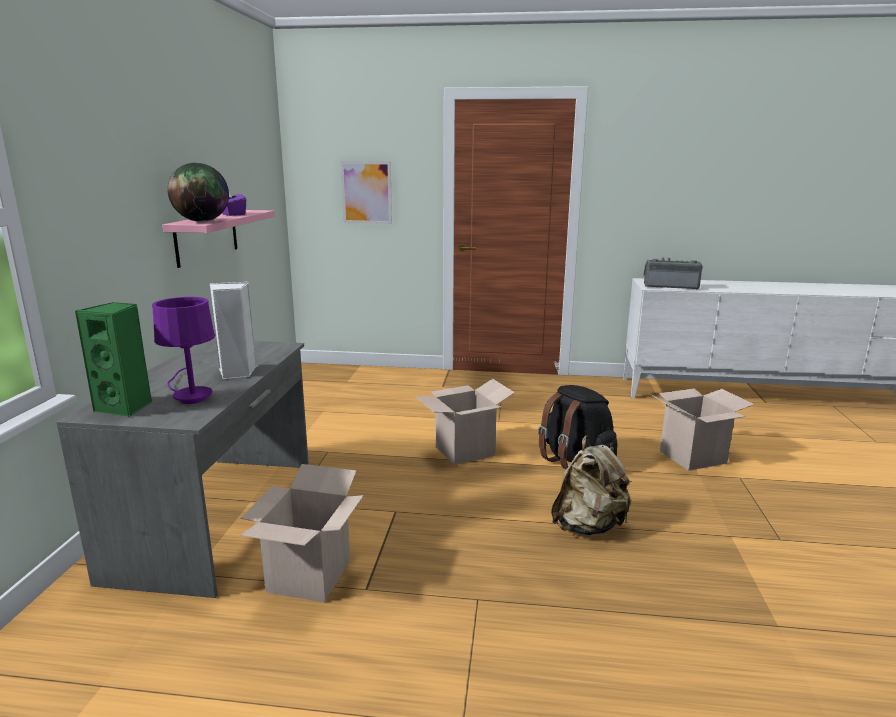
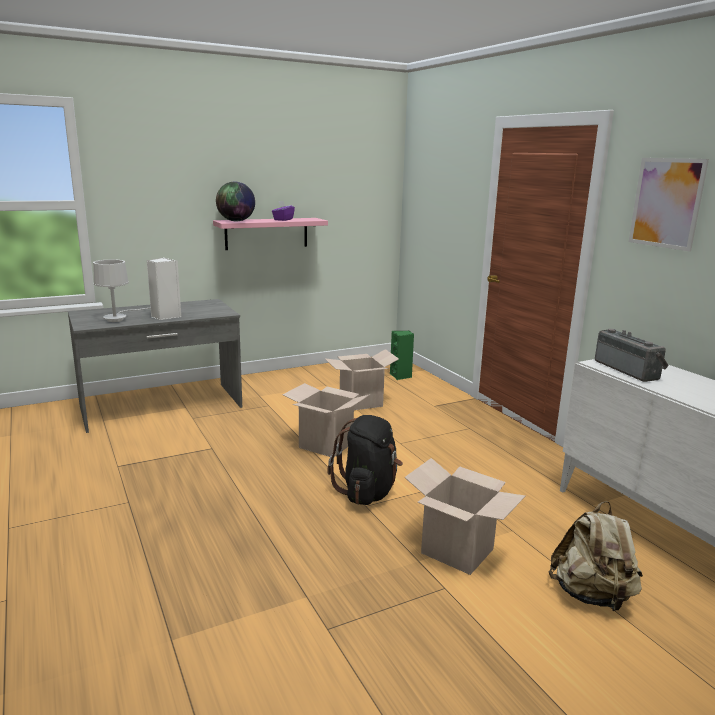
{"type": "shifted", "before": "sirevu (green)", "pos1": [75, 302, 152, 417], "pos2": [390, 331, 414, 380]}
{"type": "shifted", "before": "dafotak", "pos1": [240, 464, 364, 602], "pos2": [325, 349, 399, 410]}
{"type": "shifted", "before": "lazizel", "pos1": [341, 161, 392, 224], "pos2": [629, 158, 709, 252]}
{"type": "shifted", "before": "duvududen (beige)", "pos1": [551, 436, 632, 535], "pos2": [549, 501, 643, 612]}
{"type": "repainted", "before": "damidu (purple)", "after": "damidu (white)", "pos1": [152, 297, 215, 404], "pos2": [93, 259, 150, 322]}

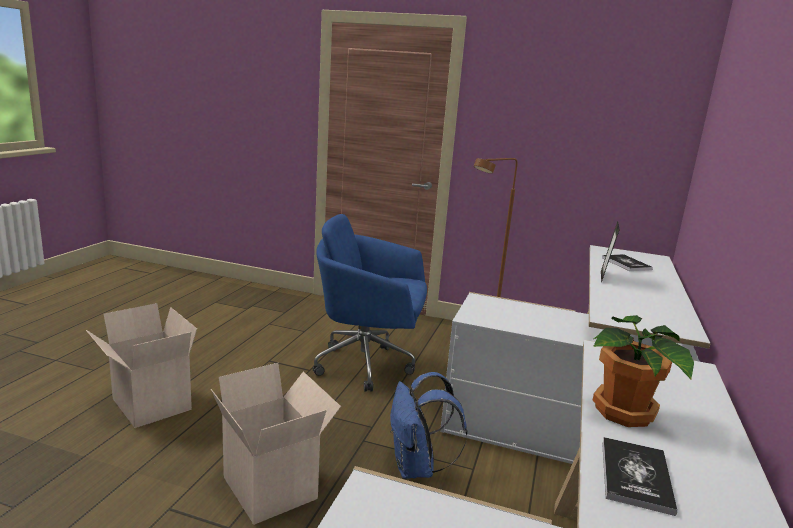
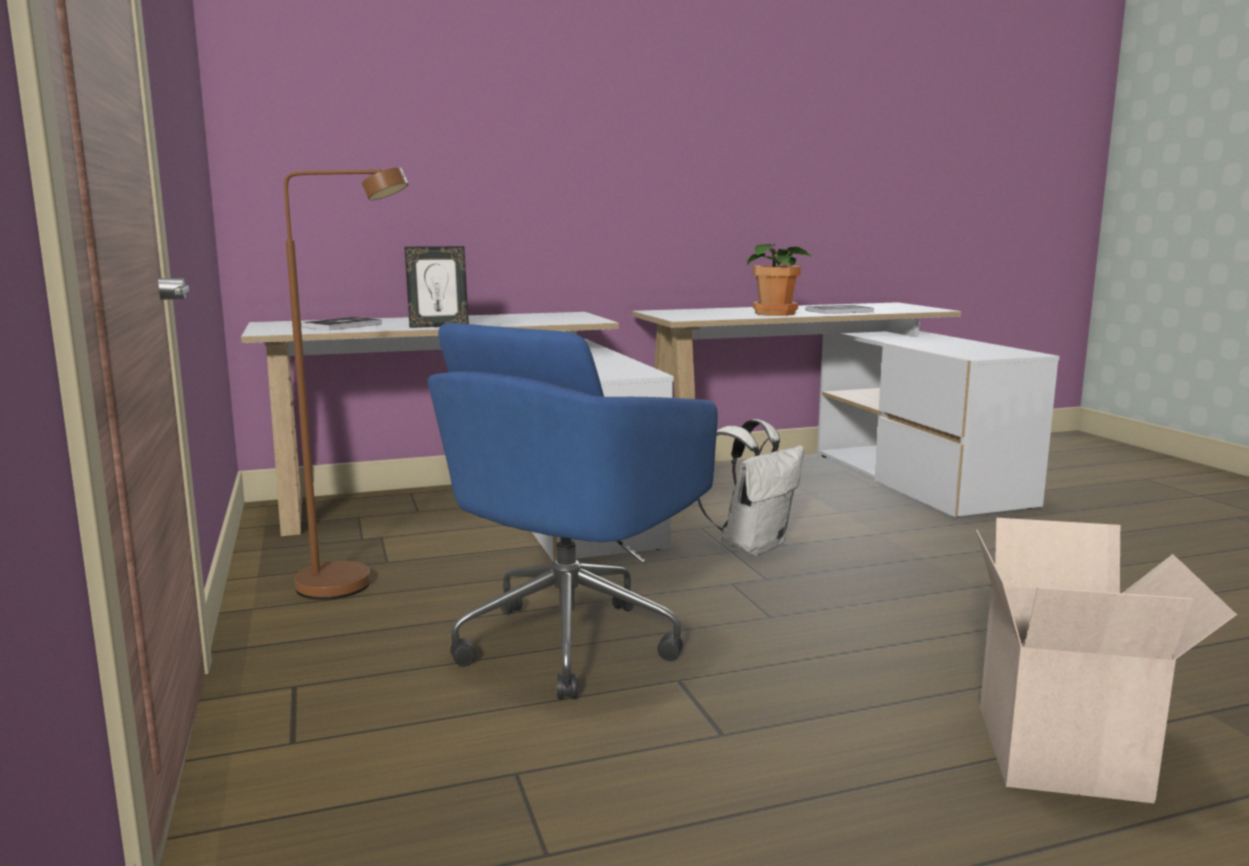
{"type": "gone", "before": "dafotak", "pos1": [211, 363, 341, 525]}
{"type": "repainted", "before": "duvududen (blue)", "after": "duvududen (white)", "pos1": [390, 372, 467, 479], "pos2": [698, 419, 804, 556]}
{"type": "rotated", "before": "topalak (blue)", "pos1": [313, 214, 427, 392], "pos2": [428, 323, 718, 699], "turn": 60}

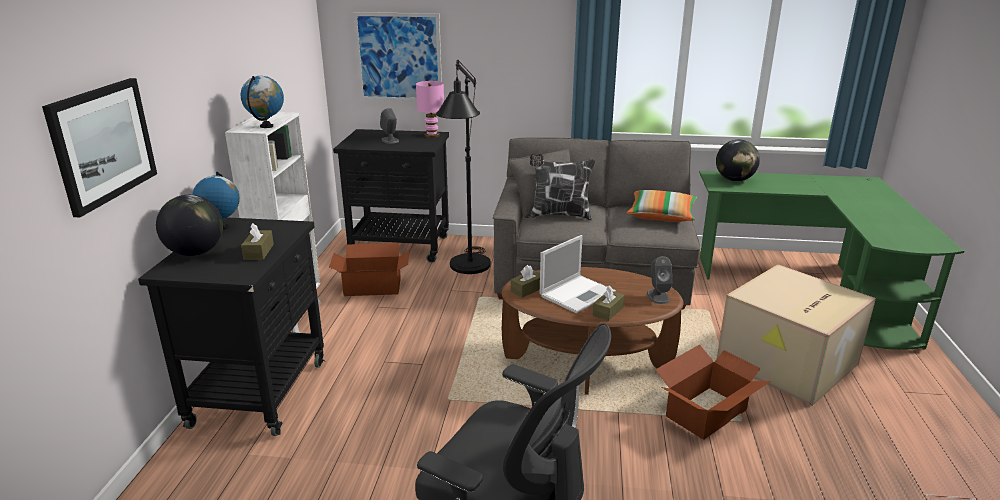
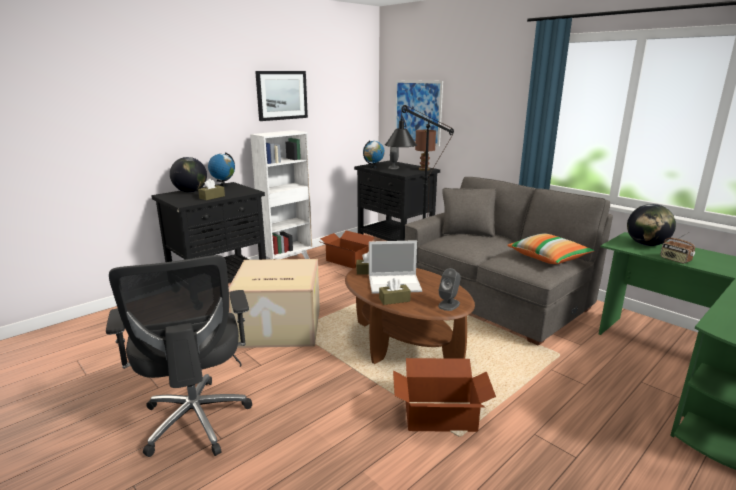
{"type": "gone", "before": "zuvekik", "pos1": [530, 153, 595, 220]}
{"type": "new", "after": "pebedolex", "pos2": [660, 232, 695, 264]}
{"type": "shifted", "before": "lazizel", "pos1": [42, 78, 157, 218], "pos2": [255, 71, 308, 121]}
{"type": "shifted", "before": "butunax", "pos1": [241, 76, 284, 128], "pos2": [363, 140, 385, 169]}
{"type": "shifted", "before": "dafotak", "pos1": [717, 264, 876, 406], "pos2": [229, 259, 320, 348]}
{"type": "repainted", "before": "damidu (pink)", "after": "damidu (brown)", "pos1": [416, 81, 444, 138], "pos2": [415, 130, 436, 171]}

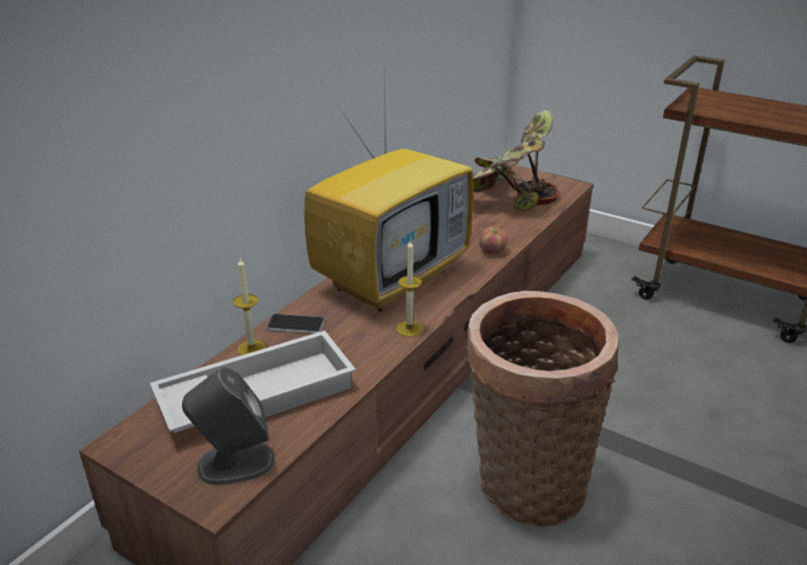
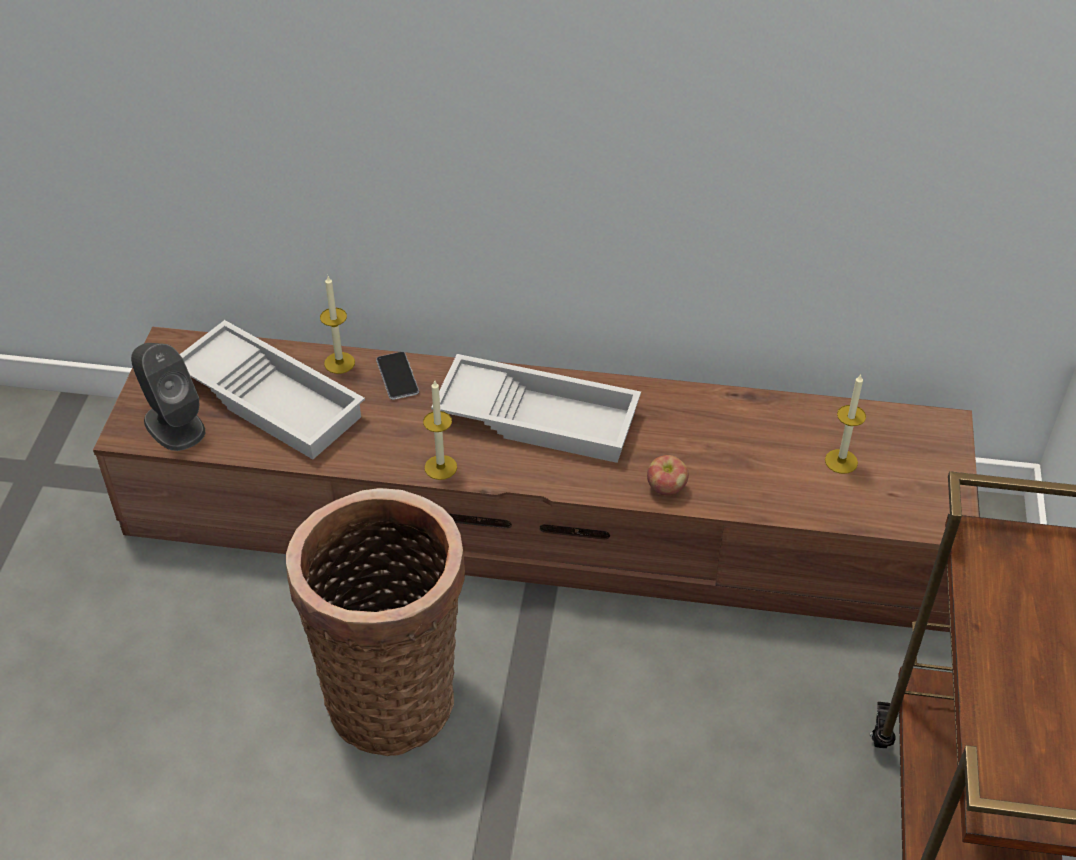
{"type": "swapped", "before": "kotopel", "after": "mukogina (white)", "pos1": [304, 106, 473, 311], "pos2": [431, 354, 641, 463]}
{"type": "swapped", "before": "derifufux", "after": "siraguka", "pos1": [473, 110, 559, 211], "pos2": [825, 374, 866, 474]}

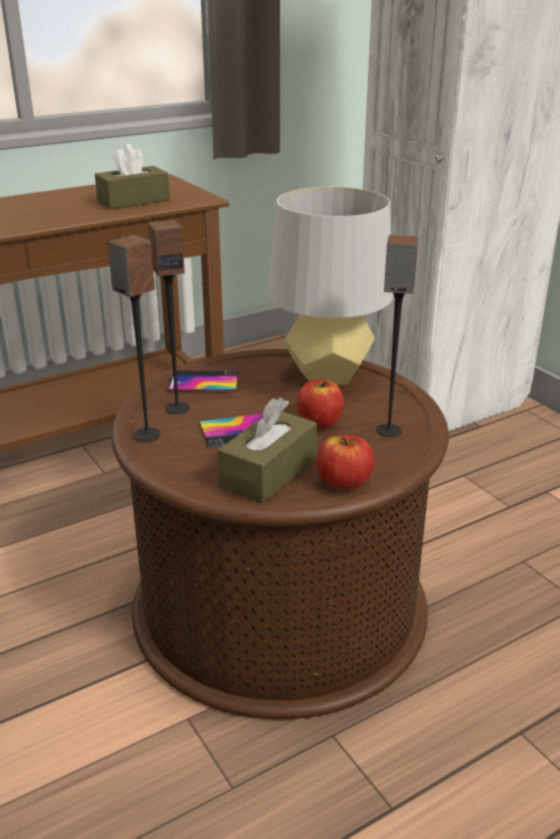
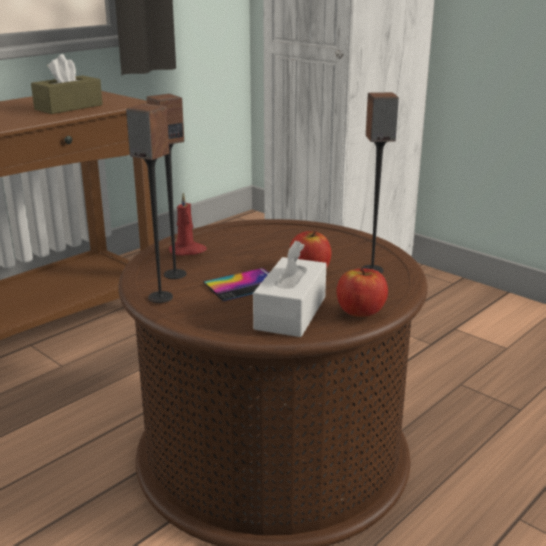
{"type": "gone", "before": "damidu (grey)", "pos1": [268, 187, 393, 385]}
{"type": "swapped", "before": "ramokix", "after": "siraguka (red)", "pos1": [168, 370, 239, 391], "pos2": [169, 192, 207, 256]}
{"type": "repainted", "before": "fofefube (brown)", "after": "fofefube (white)", "pos1": [218, 397, 317, 504], "pos2": [253, 241, 326, 337]}

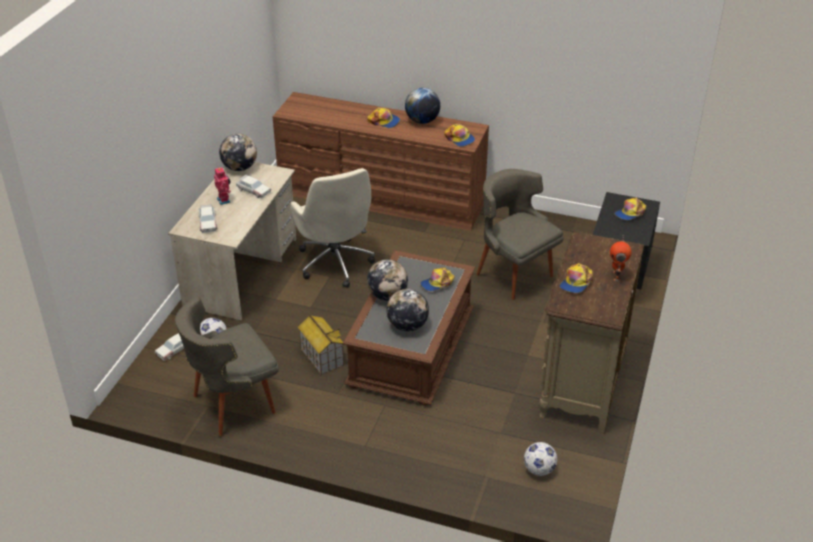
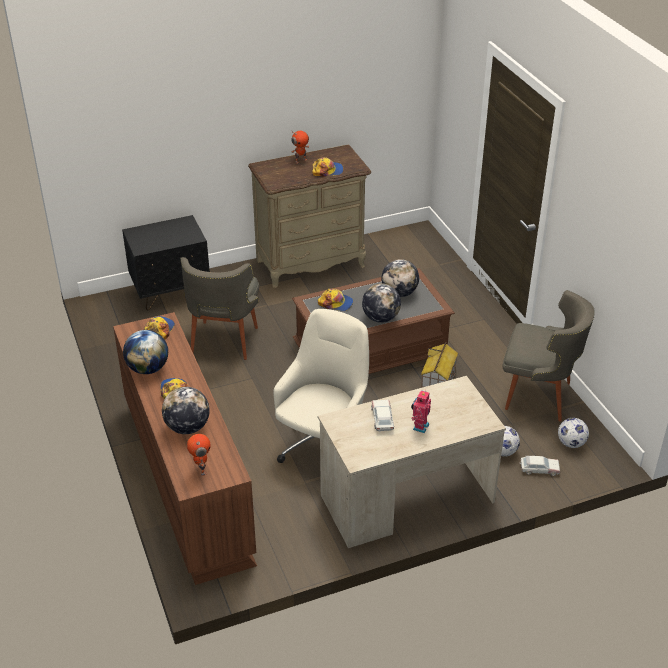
{"type": "gone", "before": "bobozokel", "pos1": [199, 204, 217, 233]}
{"type": "gone", "before": "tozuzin", "pos1": [614, 198, 646, 220]}
{"type": "new", "after": "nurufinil", "pos2": [187, 434, 211, 476]}
{"type": "shifted", "before": "butunax", "pos1": [219, 134, 257, 171], "pos2": [162, 387, 210, 434]}
{"type": "shifted", "before": "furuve", "pos1": [524, 442, 557, 476], "pos2": [558, 418, 589, 448]}

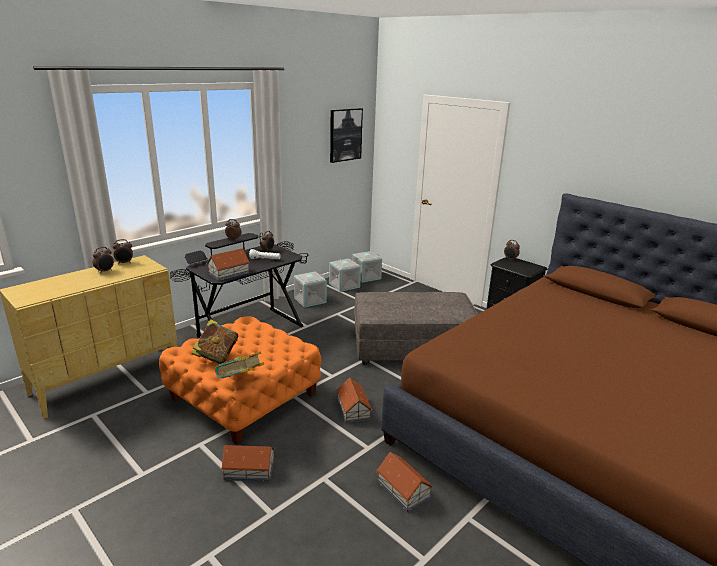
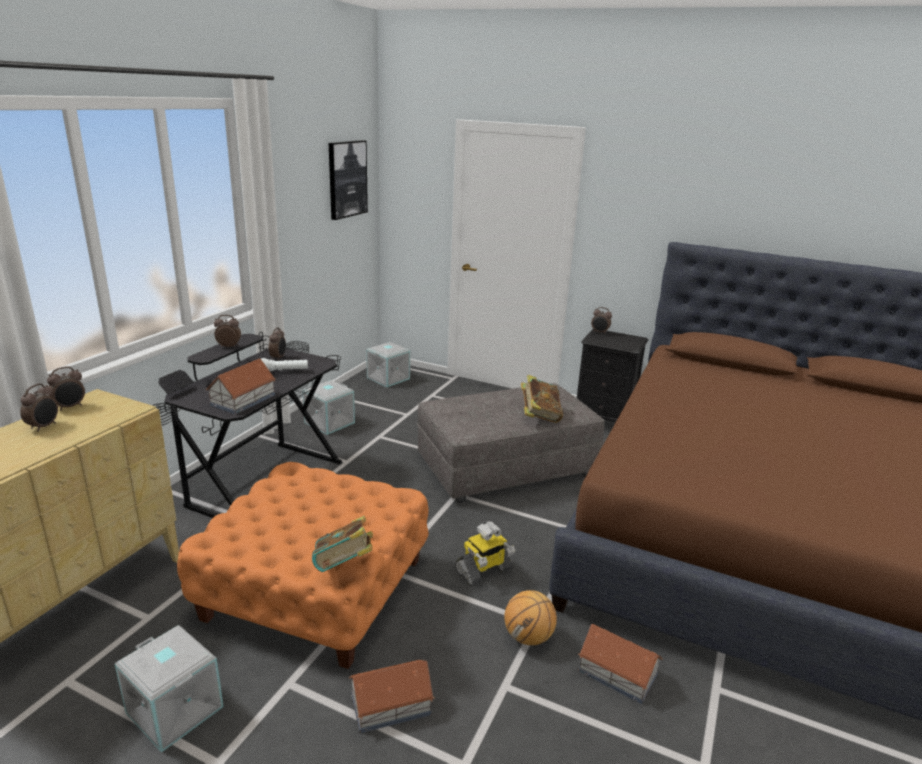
{"type": "new", "after": "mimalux", "pos2": [504, 590, 557, 645]}
{"type": "shifted", "before": "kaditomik", "pos1": [192, 319, 238, 364], "pos2": [521, 375, 563, 423]}
{"type": "shifted", "before": "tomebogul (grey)", "pos1": [329, 258, 361, 292], "pos2": [115, 625, 223, 752]}
{"type": "swapped", "before": "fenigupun", "after": "nurufinil", "pos1": [336, 377, 372, 423], "pos2": [455, 521, 516, 586]}

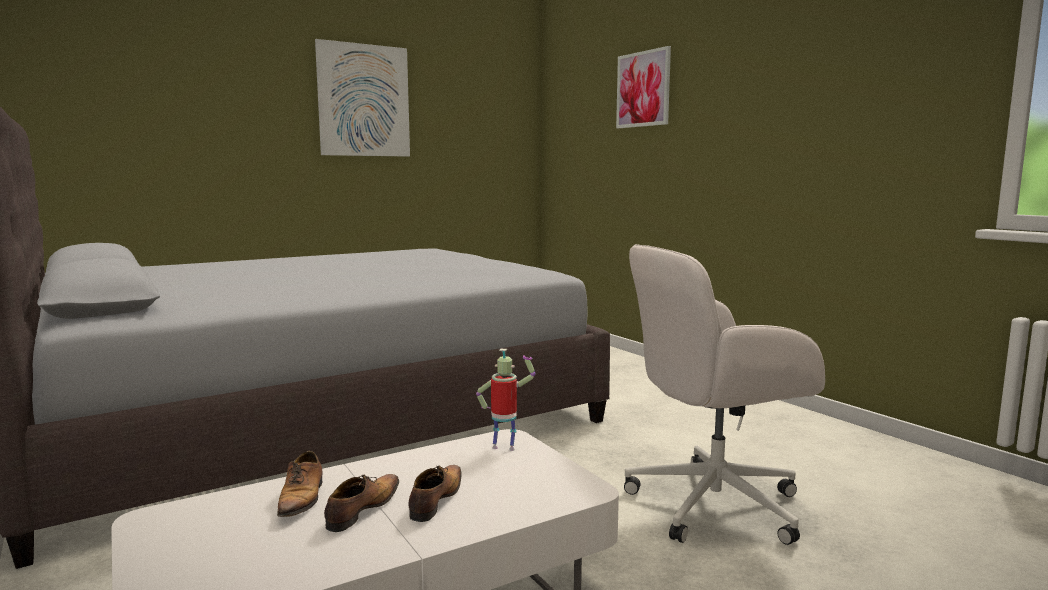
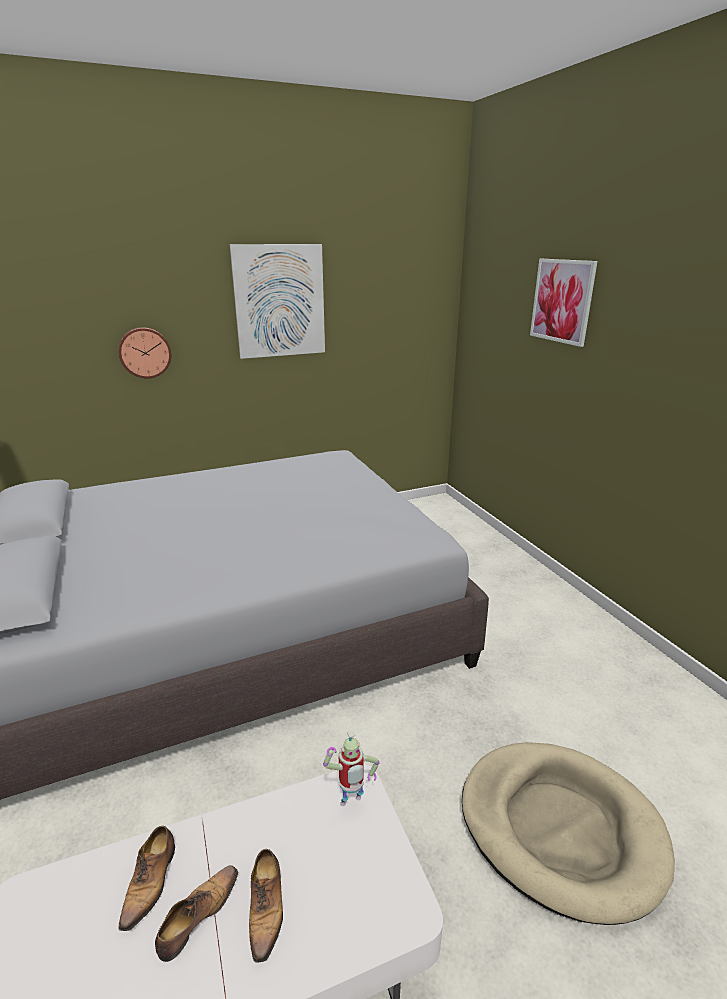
{"type": "new", "after": "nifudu", "pos2": [118, 327, 171, 379]}
{"type": "swapped", "before": "topalak (white)", "after": "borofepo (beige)", "pos1": [624, 244, 825, 545], "pos2": [462, 742, 675, 925]}
{"type": "rotated", "before": "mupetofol", "pos1": [409, 465, 462, 522], "pos2": [249, 849, 283, 963], "turn": 150}
{"type": "rotated", "before": "nurufinil", "pos1": [476, 349, 535, 451], "pos2": [323, 731, 380, 806], "turn": 135}

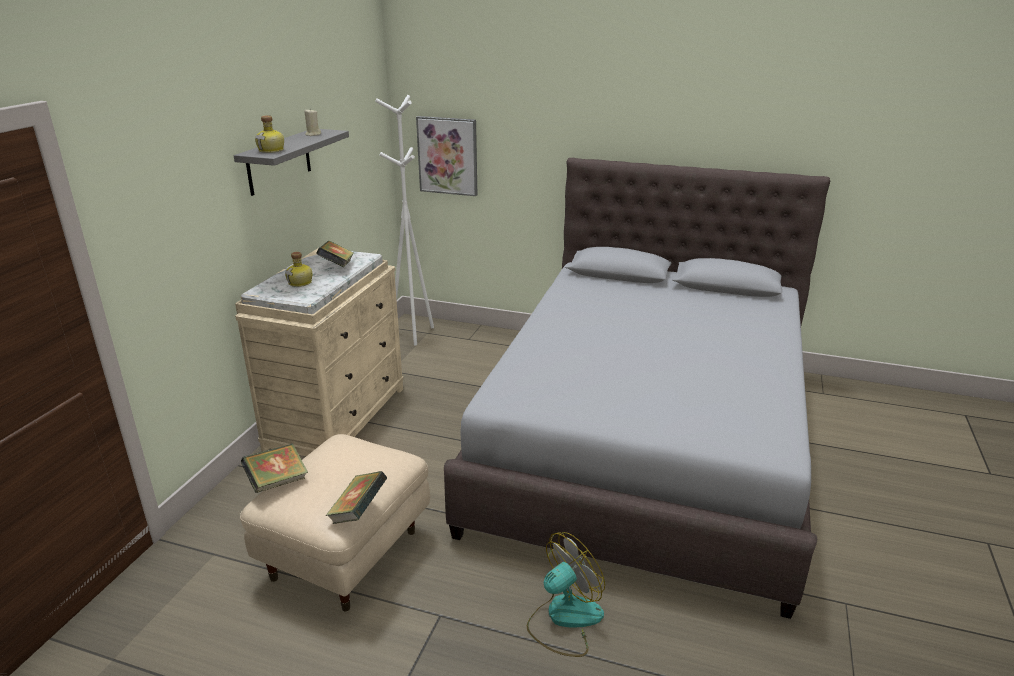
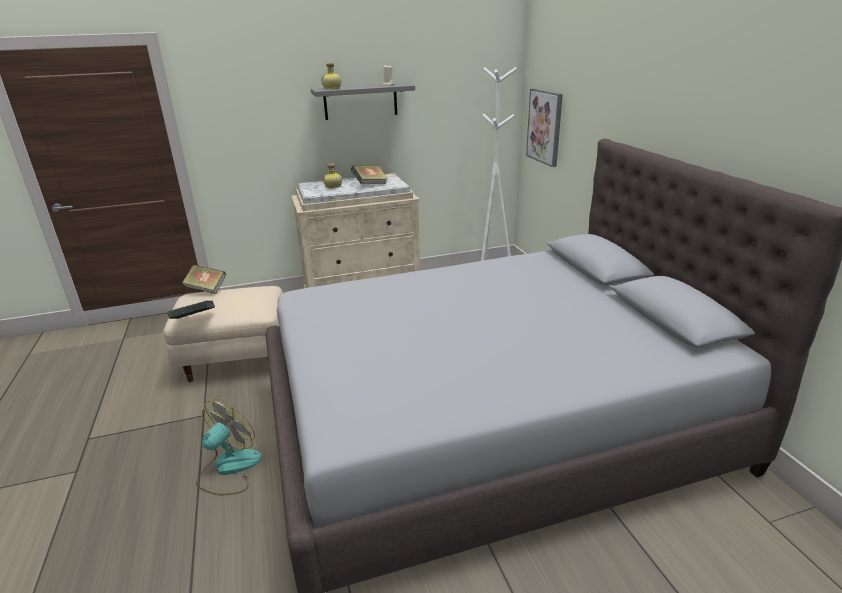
{"type": "rotated", "before": "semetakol", "pos1": [527, 532, 605, 657], "pos2": [196, 399, 262, 495], "turn": -75}

